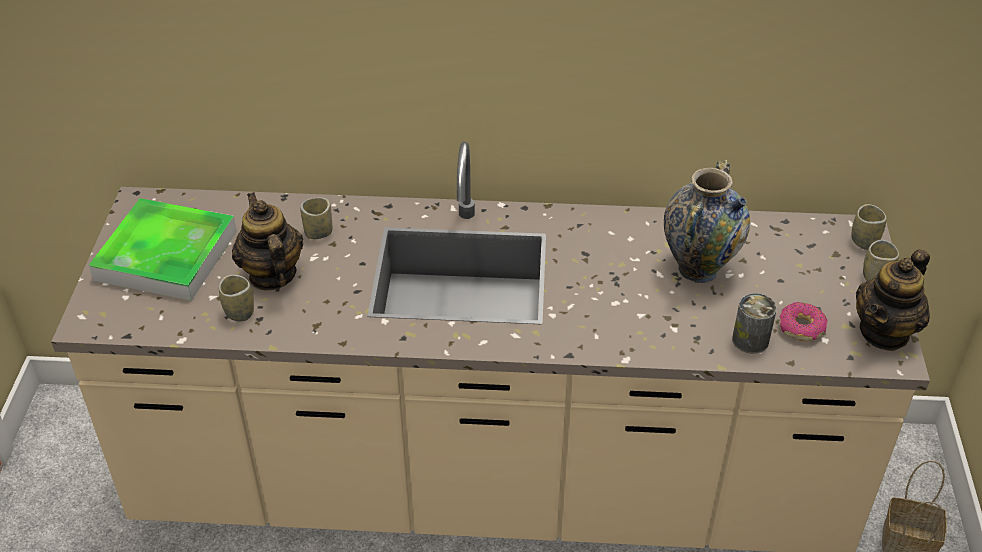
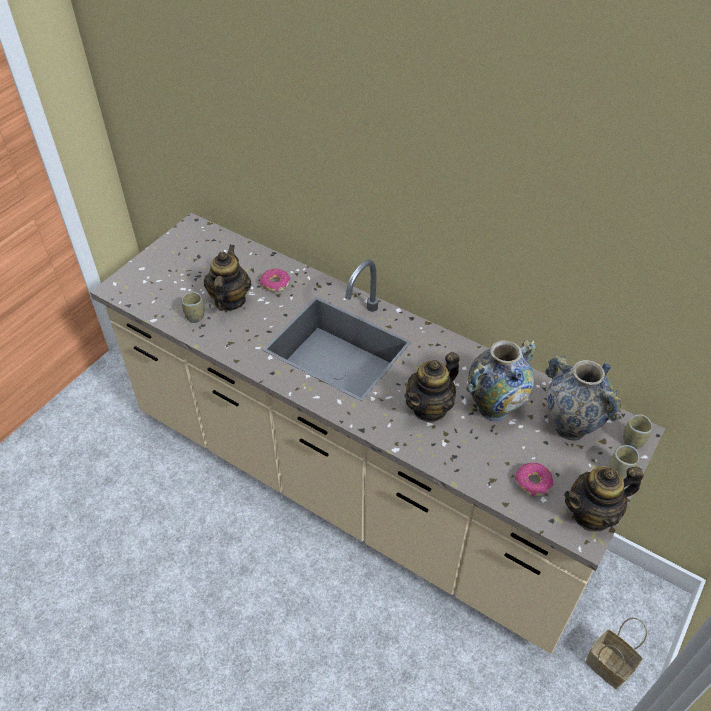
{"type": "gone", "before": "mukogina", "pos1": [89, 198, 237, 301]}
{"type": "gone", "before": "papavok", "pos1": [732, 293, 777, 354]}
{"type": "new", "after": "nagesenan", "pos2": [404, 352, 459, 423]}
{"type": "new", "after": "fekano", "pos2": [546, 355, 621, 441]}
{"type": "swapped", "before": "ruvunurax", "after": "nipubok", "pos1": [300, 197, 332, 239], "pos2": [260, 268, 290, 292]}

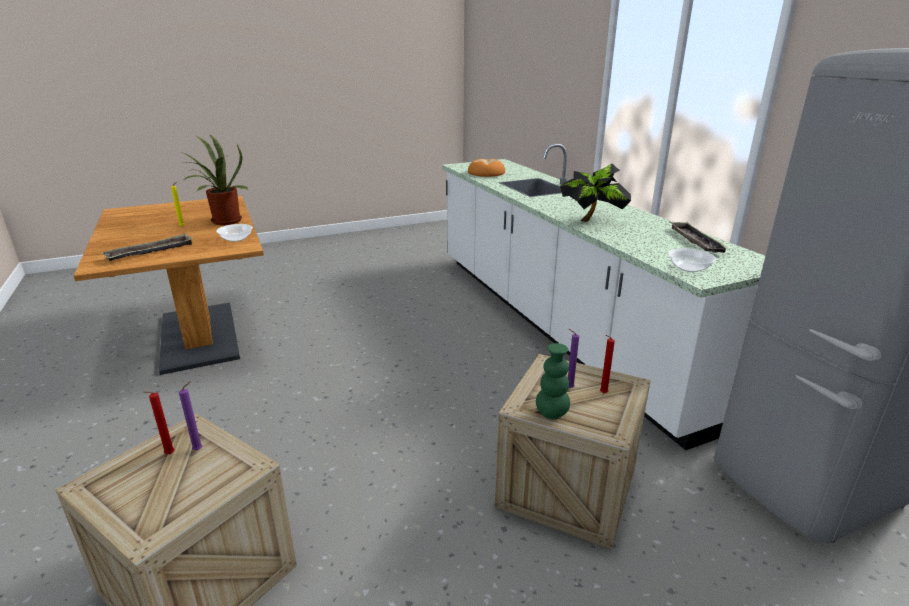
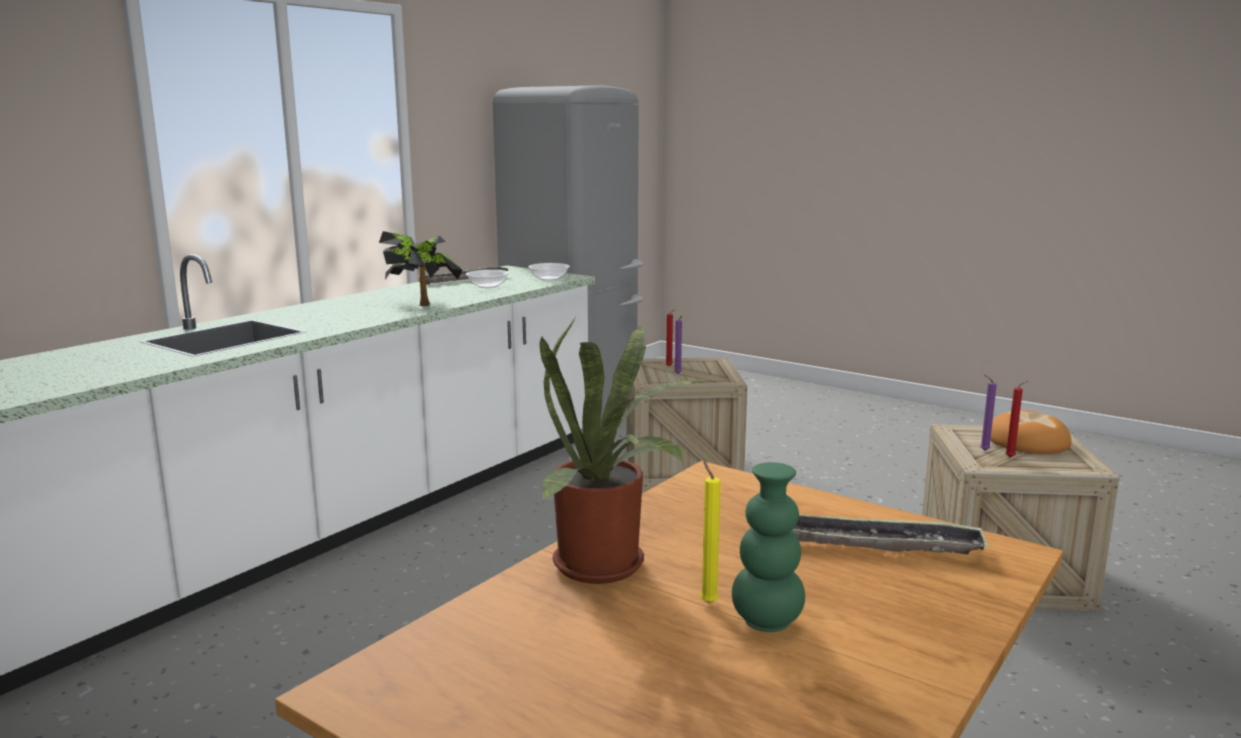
{"type": "shifted", "before": "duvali", "pos1": [216, 224, 253, 242], "pos2": [466, 269, 509, 288]}
{"type": "shifted", "before": "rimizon", "pos1": [468, 159, 505, 177], "pos2": [990, 410, 1072, 454]}
{"type": "shifted", "before": "fekano (green)", "pos1": [536, 343, 570, 420], "pos2": [732, 462, 805, 632]}

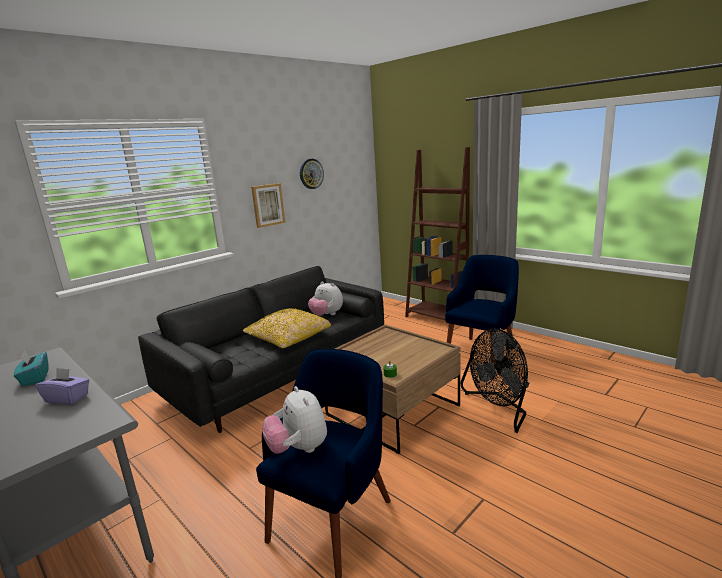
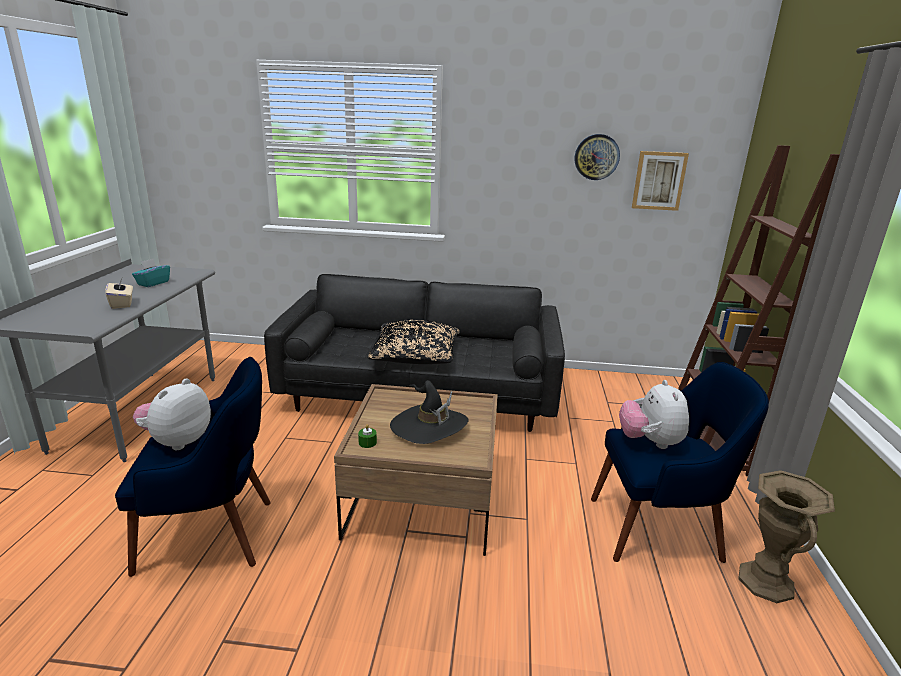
{"type": "gone", "before": "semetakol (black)", "pos1": [461, 328, 530, 433]}
{"type": "new", "after": "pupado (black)", "pos2": [390, 380, 469, 444]}
{"type": "new", "after": "fekano (brown)", "pos2": [738, 470, 835, 603]}
{"type": "shifted", "before": "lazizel", "pos1": [251, 183, 285, 228], "pos2": [632, 151, 689, 211]}
{"type": "shifted", "before": "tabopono", "pos1": [308, 282, 343, 316], "pos2": [619, 380, 689, 449]}
{"type": "repainted", "before": "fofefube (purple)", "after": "fofefube (beige)", "pos1": [35, 368, 89, 405], "pos2": [106, 279, 133, 309]}
{"type": "repainted", "before": "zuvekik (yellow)", "after": "zuvekik (black)", "pos1": [243, 308, 331, 348], "pos2": [368, 319, 460, 364]}

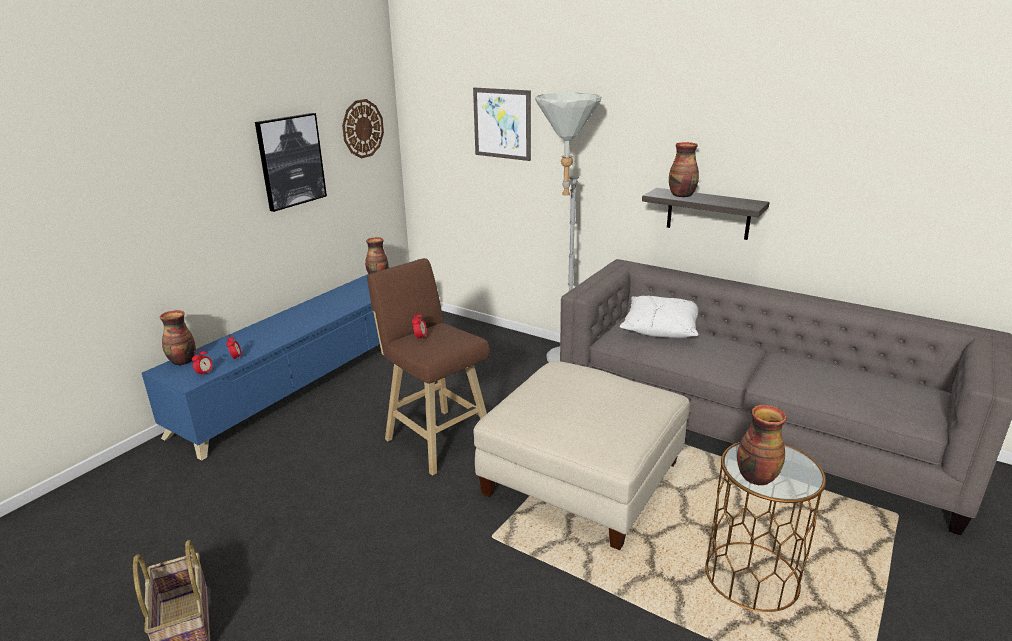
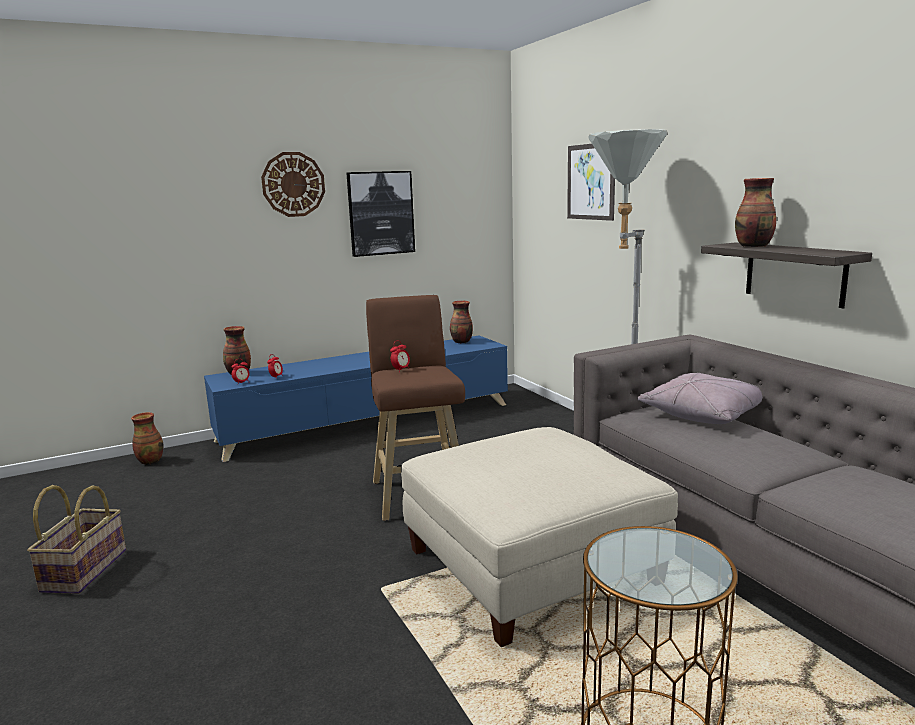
{"type": "shifted", "before": "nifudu", "pos1": [342, 99, 384, 158], "pos2": [261, 152, 325, 217]}
{"type": "shifted", "before": "fekano", "pos1": [737, 405, 787, 485], "pos2": [131, 412, 163, 465]}
{"type": "repainted", "before": "zuvekik (white)", "after": "zuvekik (purple)", "pos1": [619, 296, 698, 338], "pos2": [637, 373, 762, 424]}

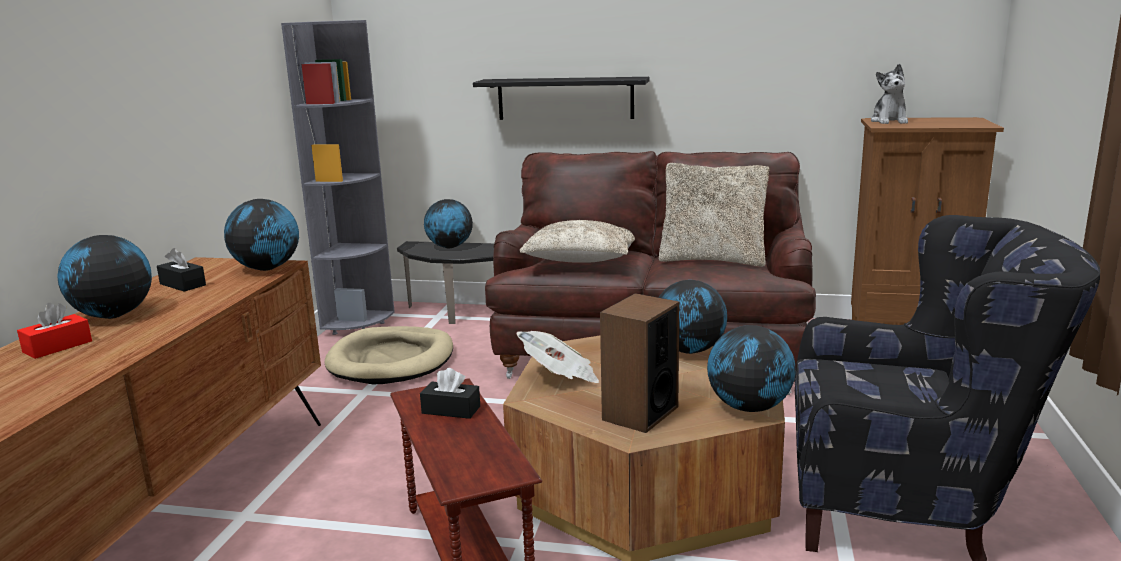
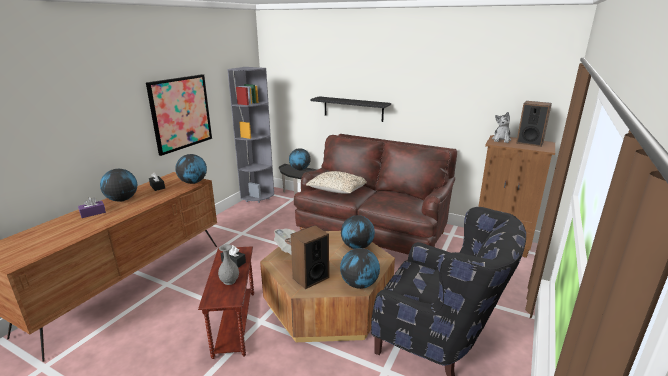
{"type": "gone", "before": "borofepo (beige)", "pos1": [325, 326, 453, 384]}
{"type": "gone", "before": "zuvekik (beige)", "pos1": [659, 163, 769, 266]}
{"type": "new", "after": "lazizel", "pos2": [146, 74, 212, 156]}
{"type": "new", "after": "fekano (grey)", "pos2": [218, 244, 239, 285]}
{"type": "new", "after": "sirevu", "pos2": [516, 101, 552, 147]}
{"type": "repainted", "before": "fofefube (red)", "after": "fofefube (purple)", "pos1": [17, 303, 92, 359], "pos2": [78, 197, 106, 218]}

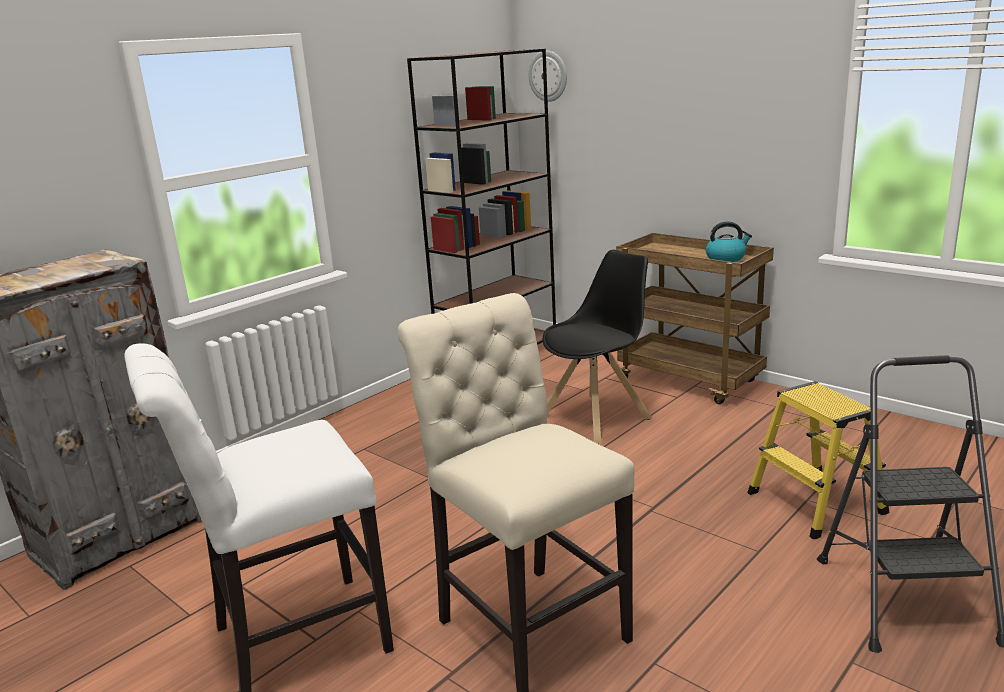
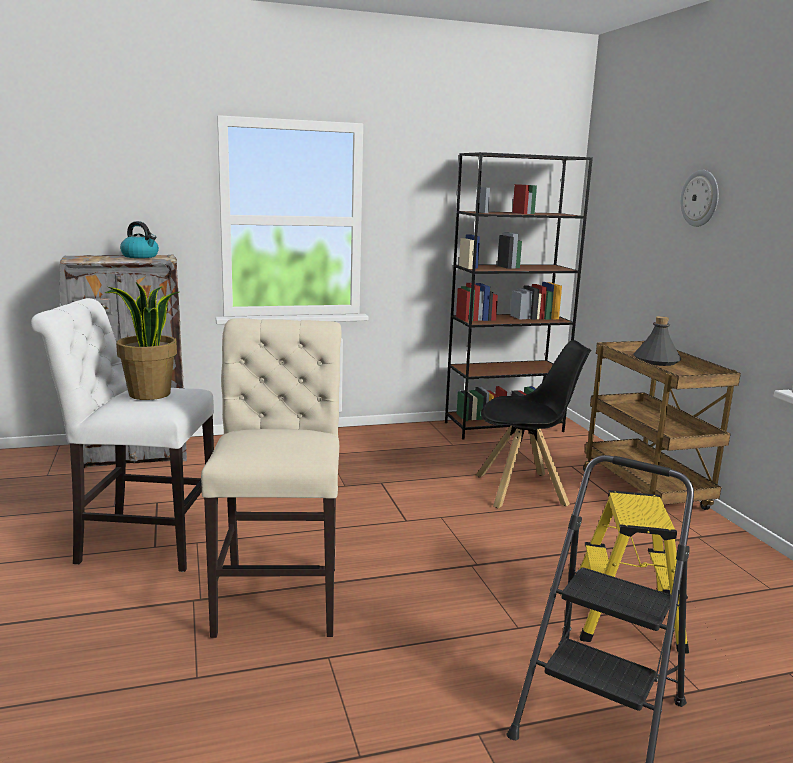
{"type": "new", "after": "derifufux", "pos2": [105, 282, 179, 400]}
{"type": "new", "after": "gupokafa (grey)", "pos2": [633, 316, 681, 366]}
{"type": "shifted", "before": "nifudu", "pos1": [528, 50, 567, 102], "pos2": [681, 170, 719, 227]}
{"type": "shifted", "before": "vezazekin", "pos1": [706, 221, 752, 262], "pos2": [120, 221, 159, 258]}

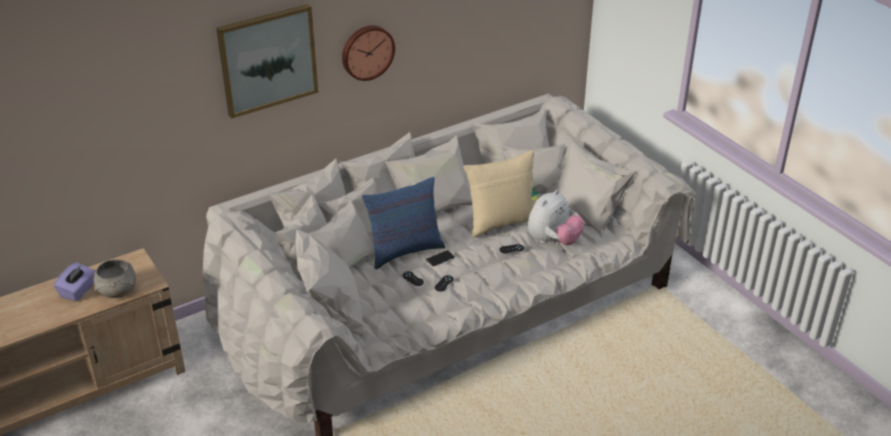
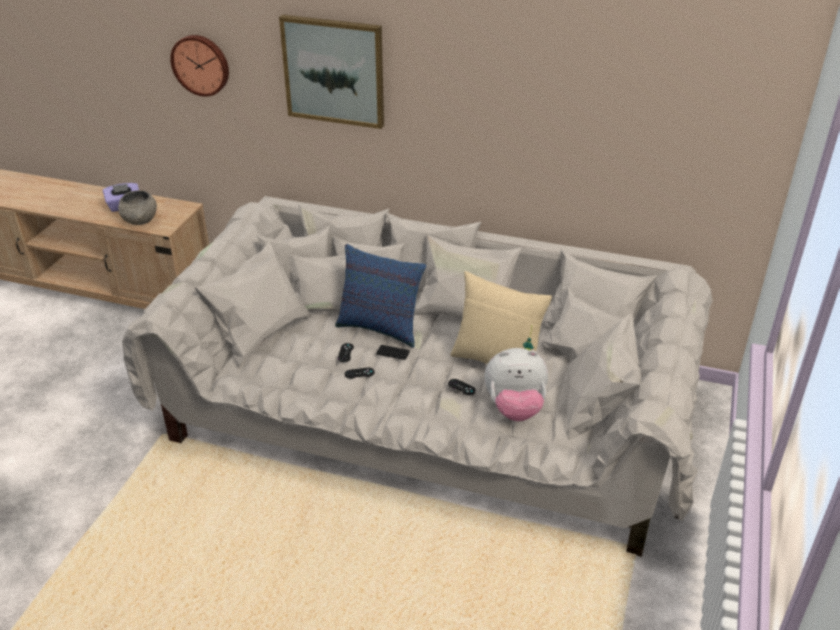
{"type": "shifted", "before": "nifudu", "pos1": [342, 25, 395, 81], "pos2": [170, 35, 229, 97]}

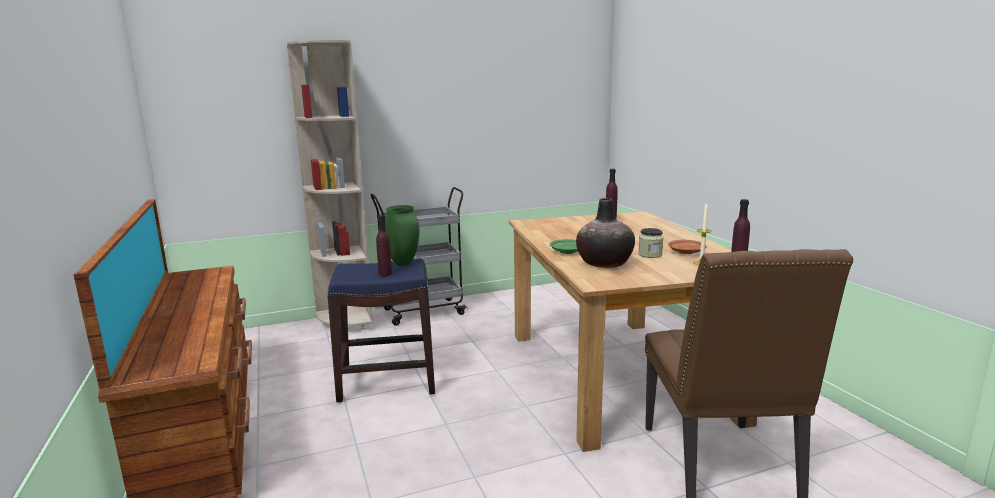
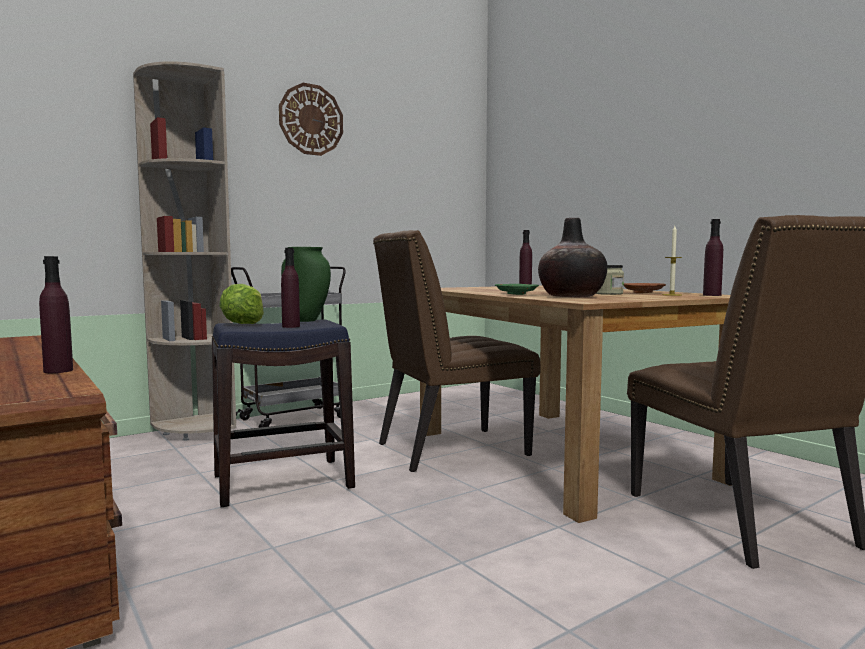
{"type": "new", "after": "gupokafa (purple)", "pos2": [39, 256, 73, 373]}
{"type": "new", "after": "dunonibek", "pos2": [219, 284, 264, 324]}
{"type": "new", "after": "nifudu", "pos2": [279, 83, 343, 156]}
{"type": "new", "after": "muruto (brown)", "pos2": [373, 230, 540, 472]}

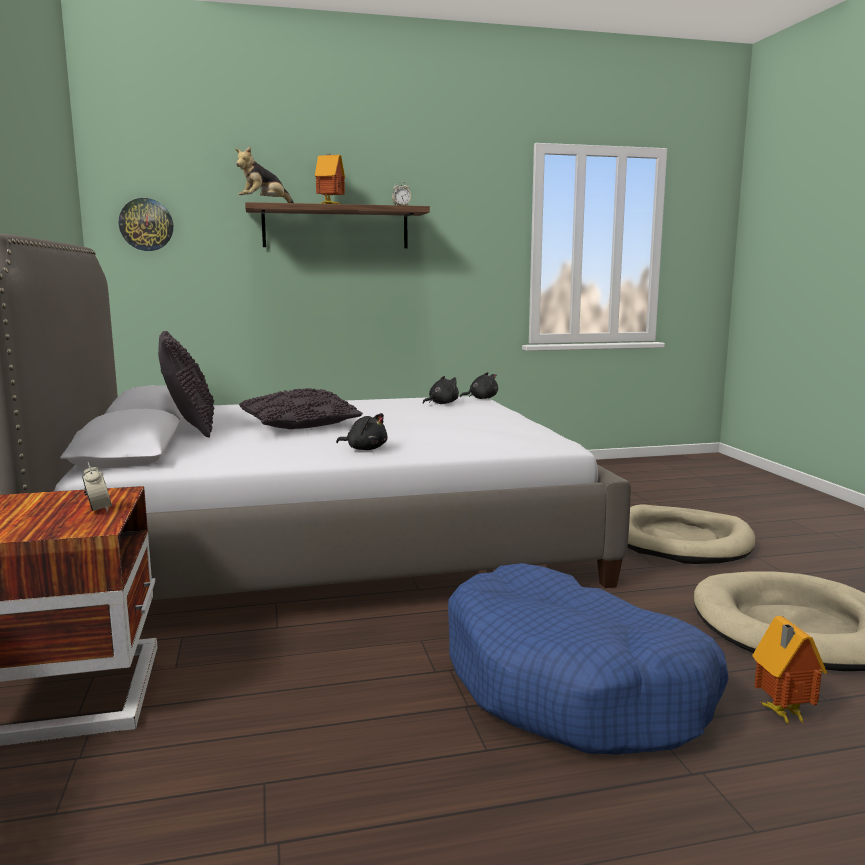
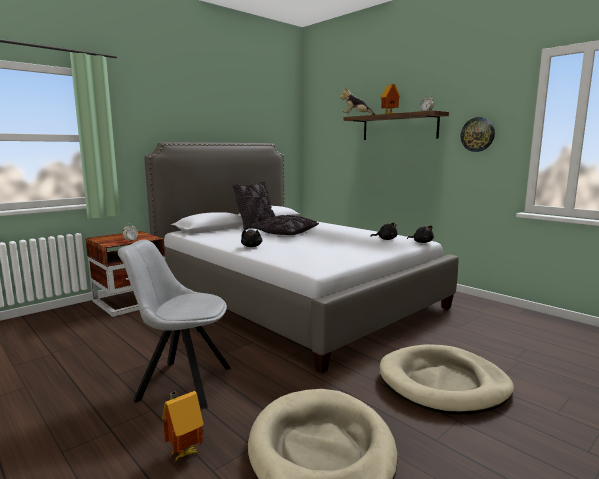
{"type": "shifted", "before": "nifudu", "pos1": [119, 198, 173, 251], "pos2": [461, 117, 495, 152]}
{"type": "swapped", "before": "borofepo (blue)", "after": "muruto (grey)", "pos1": [448, 563, 729, 755], "pos2": [118, 240, 231, 409]}

